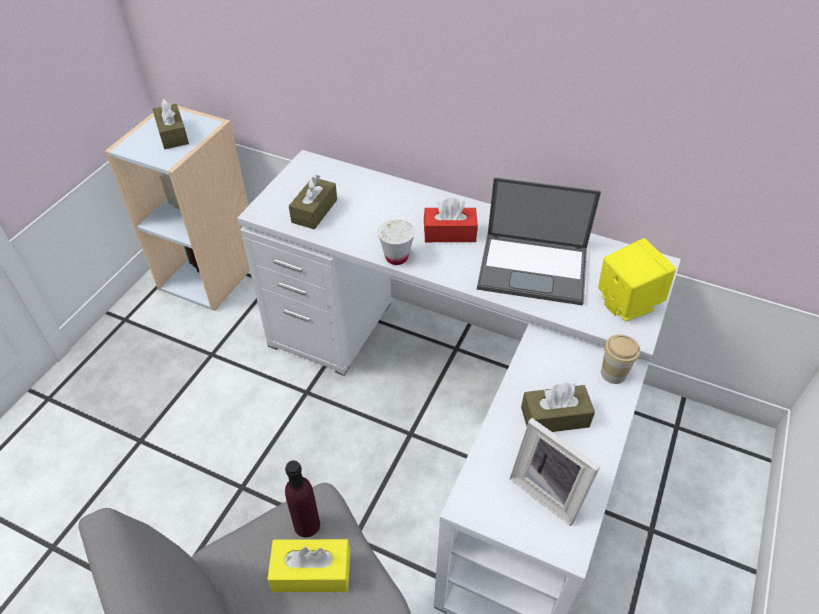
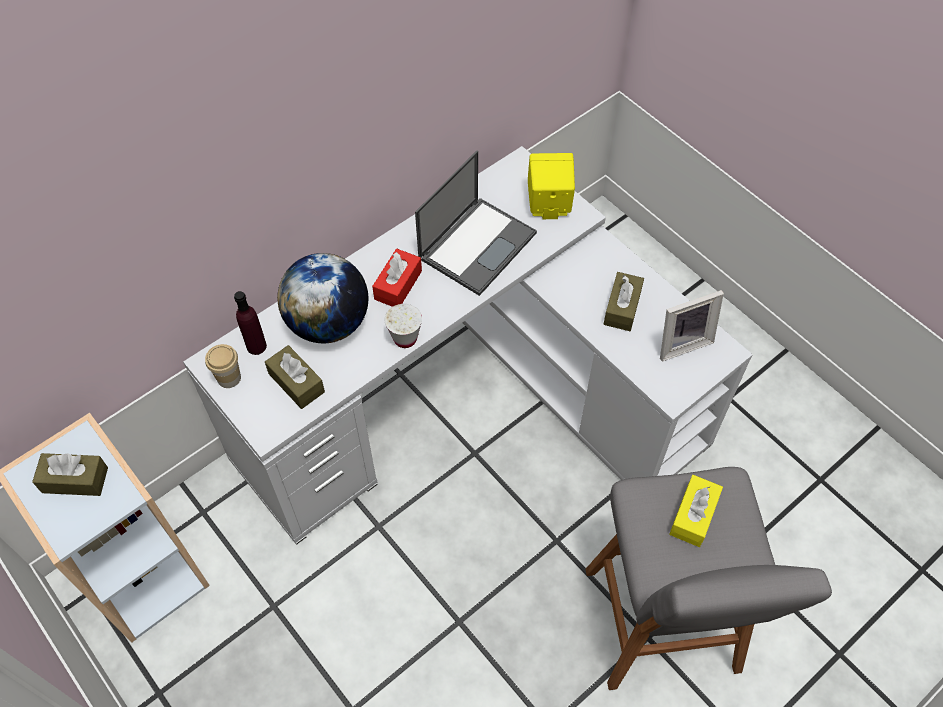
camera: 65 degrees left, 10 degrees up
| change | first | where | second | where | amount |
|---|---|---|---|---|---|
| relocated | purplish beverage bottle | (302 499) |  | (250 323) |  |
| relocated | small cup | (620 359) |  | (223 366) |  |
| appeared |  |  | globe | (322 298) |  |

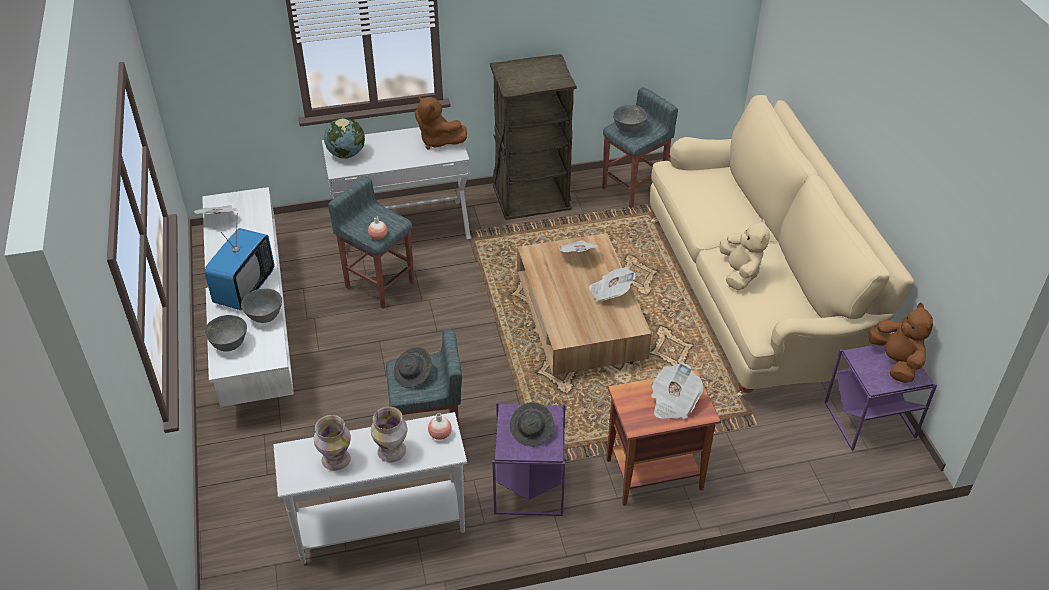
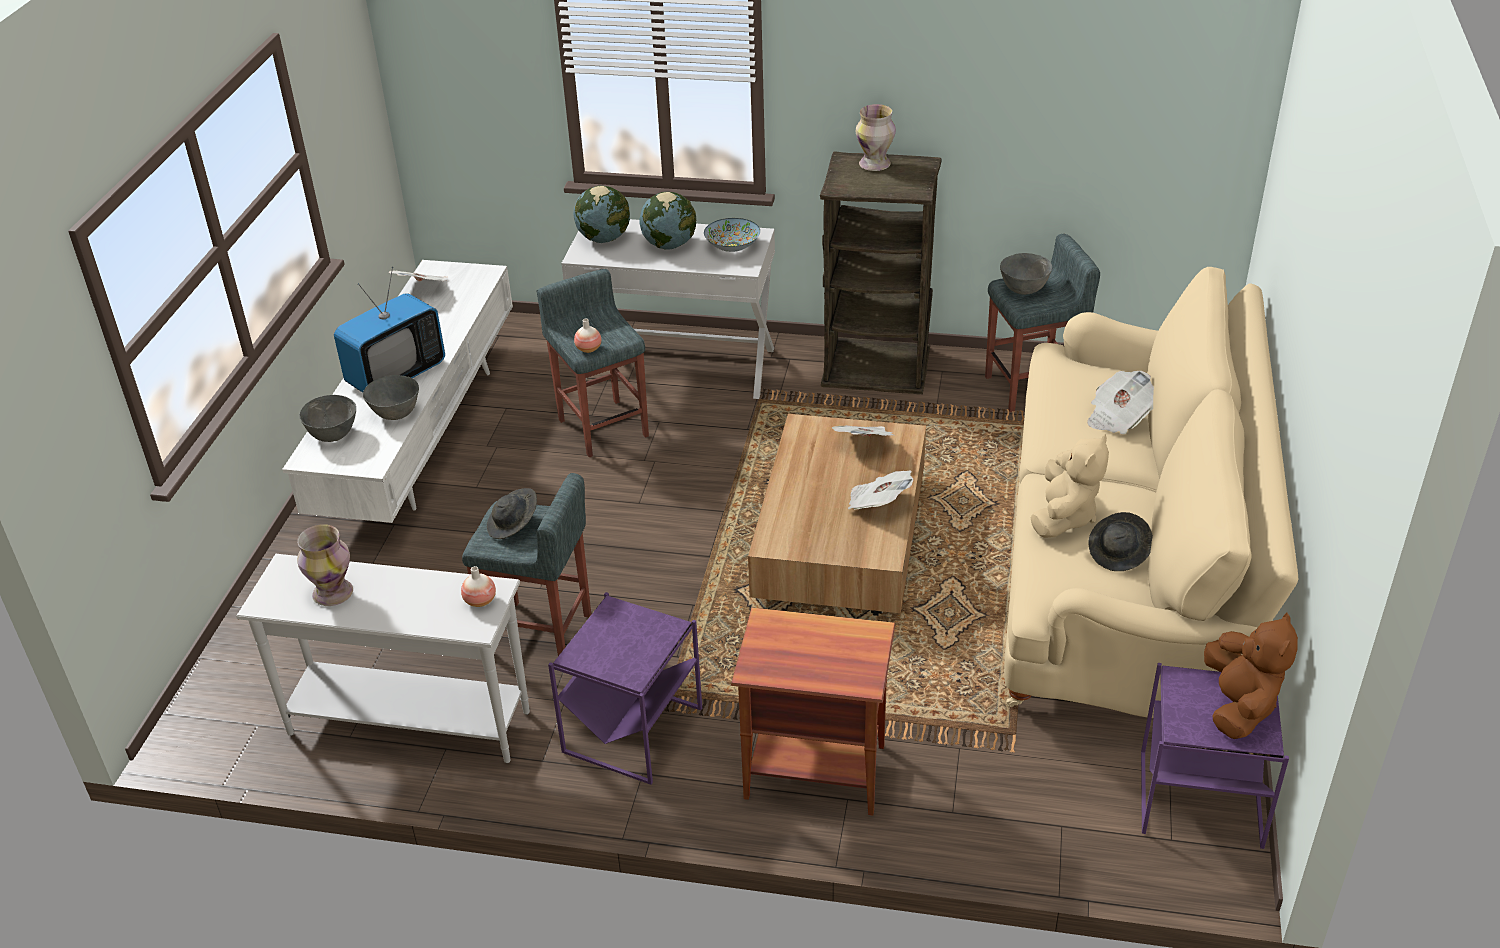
camera: 25 degrees right, 5 degrees down
| change | first | where | second | where | amount |
|---|---|---|---|---|---|
| relocated | vase | (389 434) |  | (876 137) |  |
| exchanged | brown soft toy | (441 122) | deep dish | (732 235) |  |
| relocated | greyish hat | (532 424) |  | (1120 541) |  |
| relocated | printed paper | (677 391) |  | (1120 402) |  |
| appeared |  |  | globe | (668 221) |  |

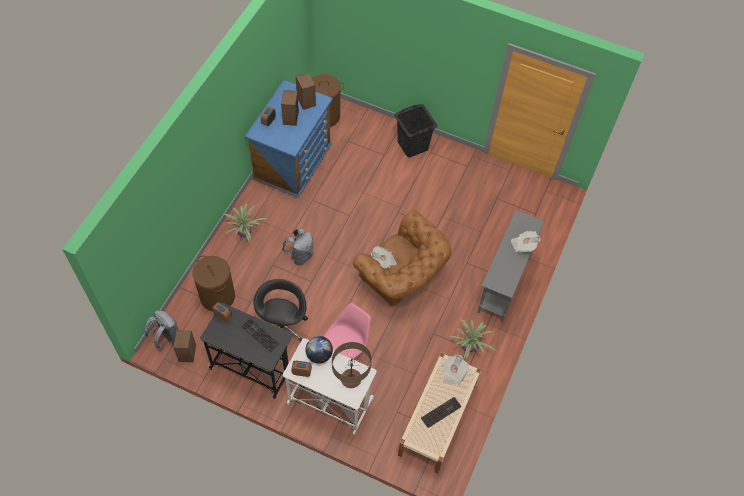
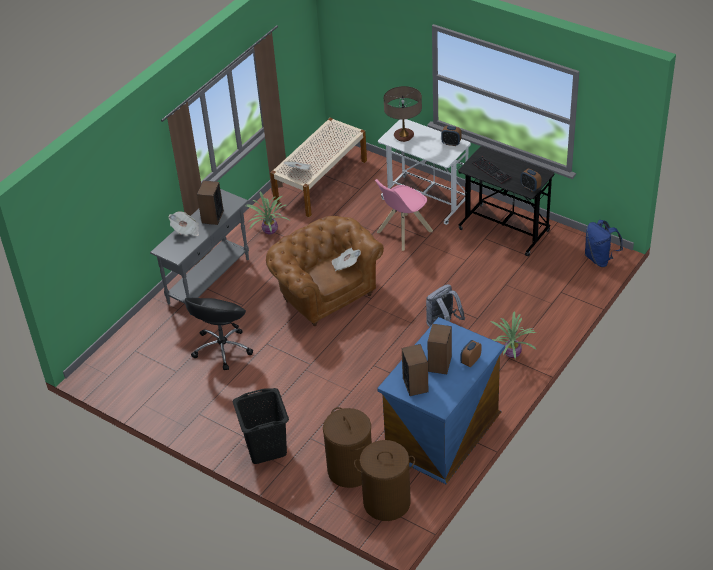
camera: 165 degrees left, 15 degrees down
| change | first | where | second | where | amount |
|---|---|---|---|---|---|
| colour | greyish rucksack | (161 330) | bluish rucksack | (604 243) |  |
| relocated | loudspeaker | (184 346) |  | (210 202) |  |
| relocated | brown laundry basket | (213 284) |  | (347 447) |  |
| relocated | black-coloured desk chair | (281 310) |  | (219 334) |  |
| missing | globe | (319 350) |  |  |  |
| missing | computer keyboard | (441 412) |  |  |  |

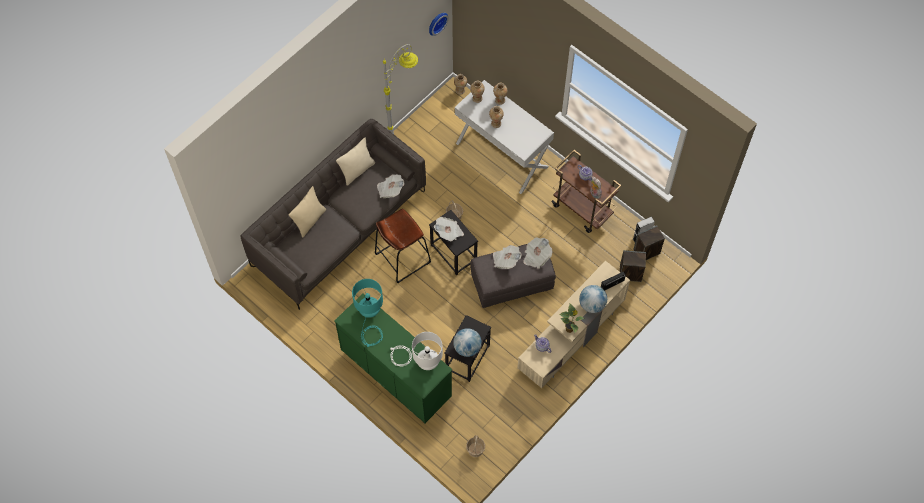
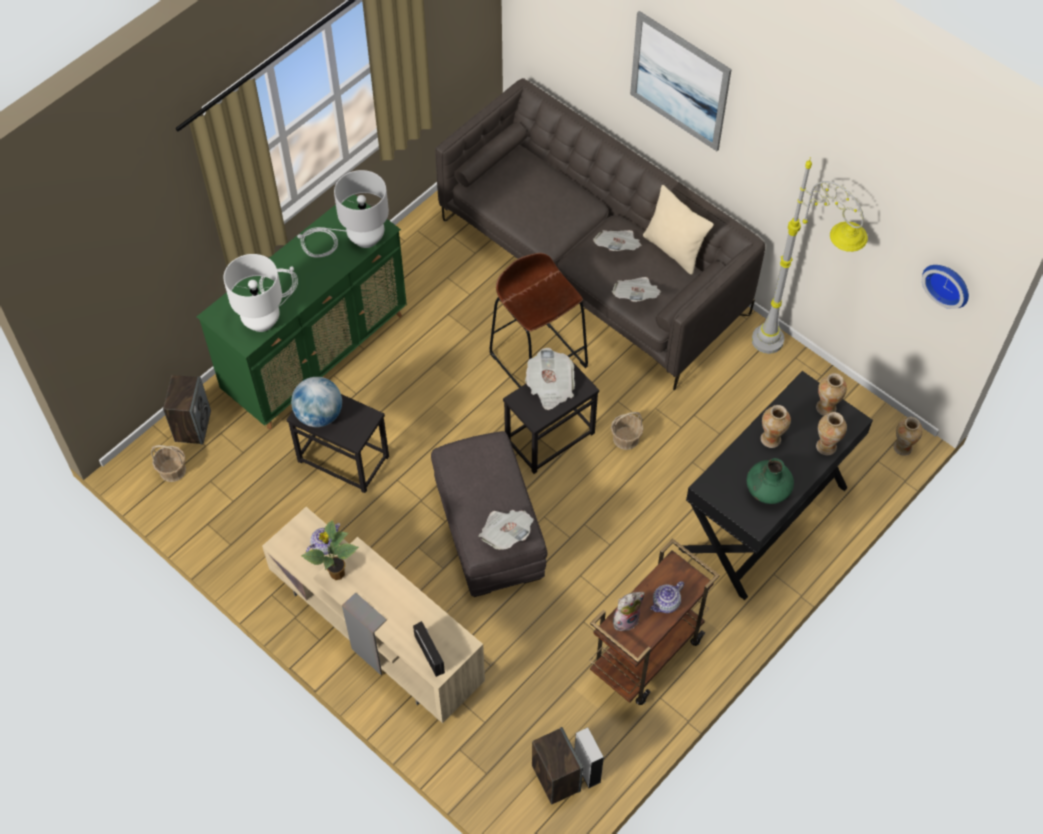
camera: 90 degrees right, 5 degrees down
| change | first | where | second | where | amount |
|---|---|---|---|---|---|
| missing | beige pillow | (307 212) |  |  |  |
| colour | blue-green tabletop lamp | (367 313) | whitish tabletop lamp | (343 214) |  |
| colour | whitish hall table | (504 137) | black-coloured hall table | (776 485) |  |
| relocated | printed paper | (507 257) |  | (617 240) |  |
| missing | globe | (593 299) |  |  |  |
| relocated | loudspeaker | (633 266) |  | (187 410) |  |
| appeared |  |  | wall art | (681 81) |  |
| appeared |  |  | green vase | (770 481) |  |

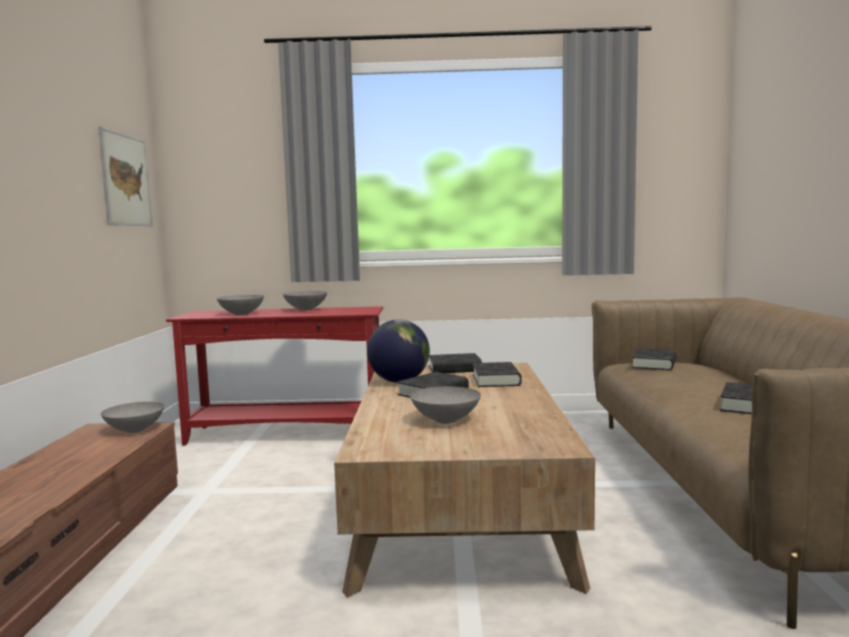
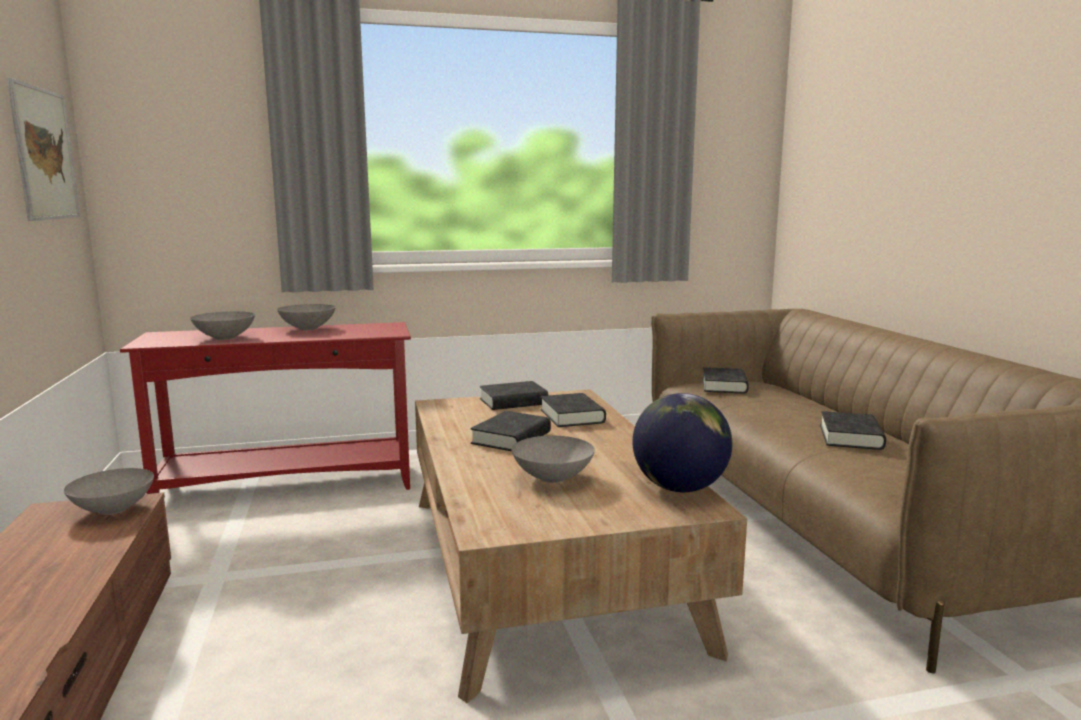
camera: 15 degrees left, 5 degrees up
| change | first | where | second | where | amount |
|---|---|---|---|---|---|
| relocated | globe | (398 351) |  | (682 442) |  |

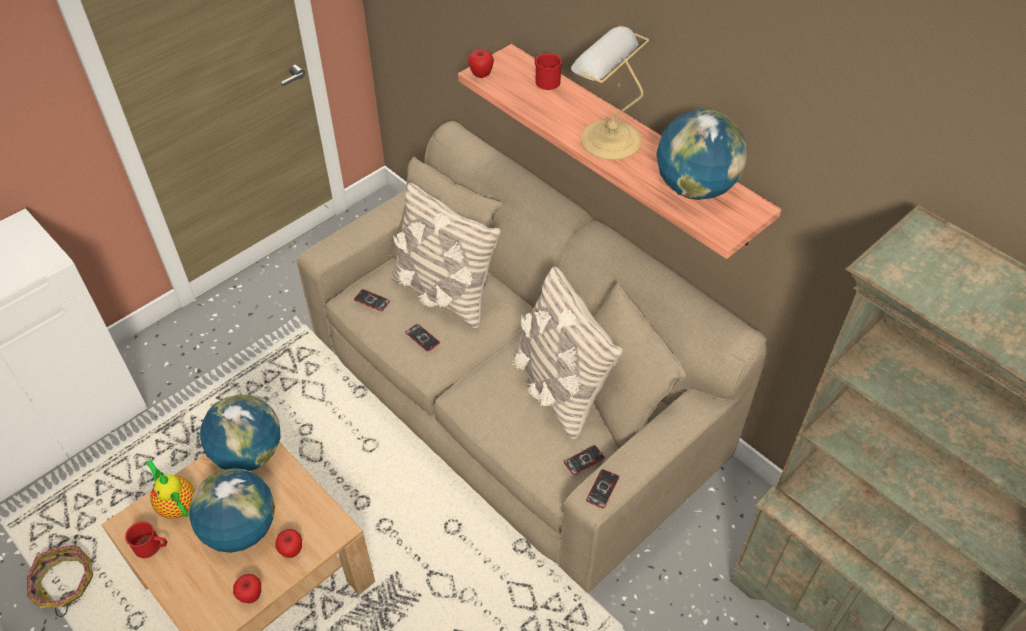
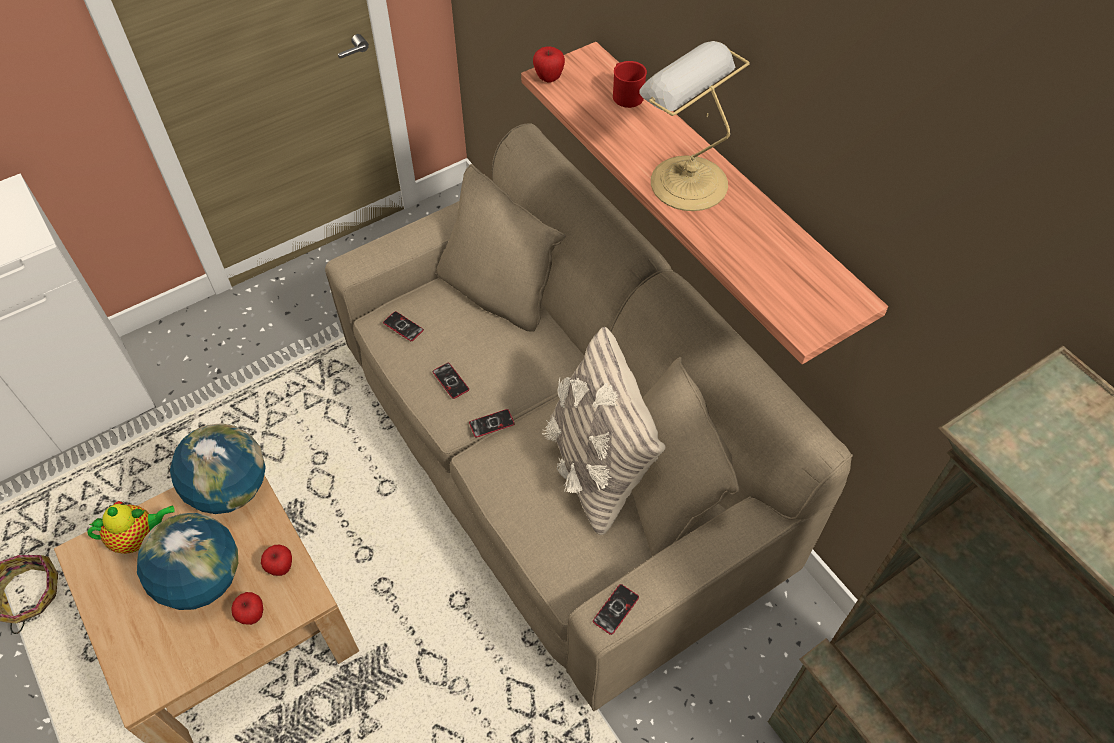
camera: 10 degrees right, 5 degrees up
| change | first | where | second | where | amount |
|---|---|---|---|---|---|
| missing | red-coloured mug | (146 539) |  |  |  |
| spun | tea pot | (170 489) |  | (131 527) | 105 degrees clockwise |
| relocated | whole apple | (247 588) |  | (276 560) |  |
| missing | beige pillow | (446 256) |  |  |  |
| relocated | handset | (584 460) |  | (492 423) |  |
| missing | globe | (701 154) |  |  |  |

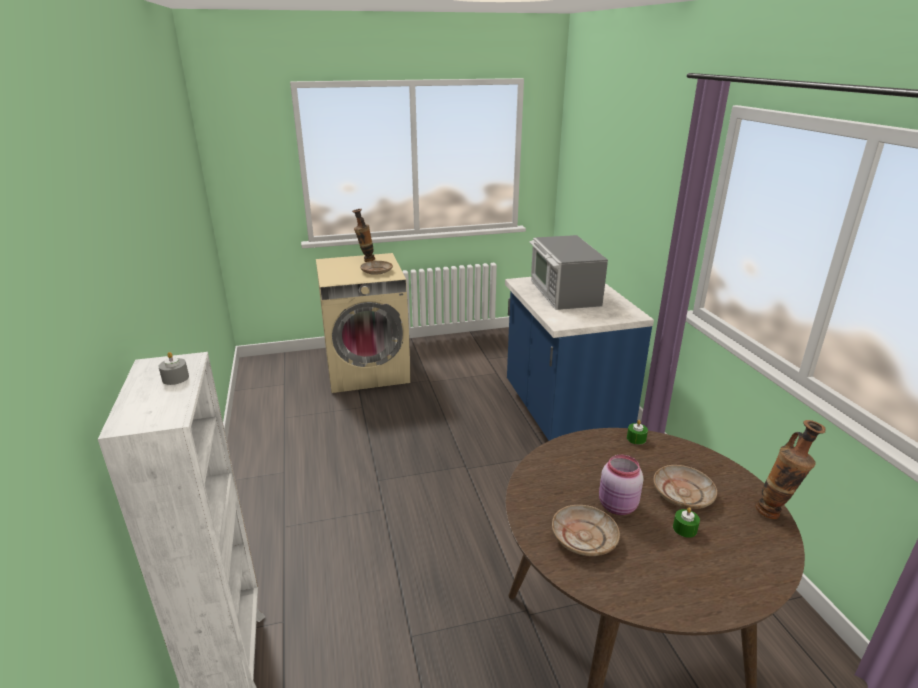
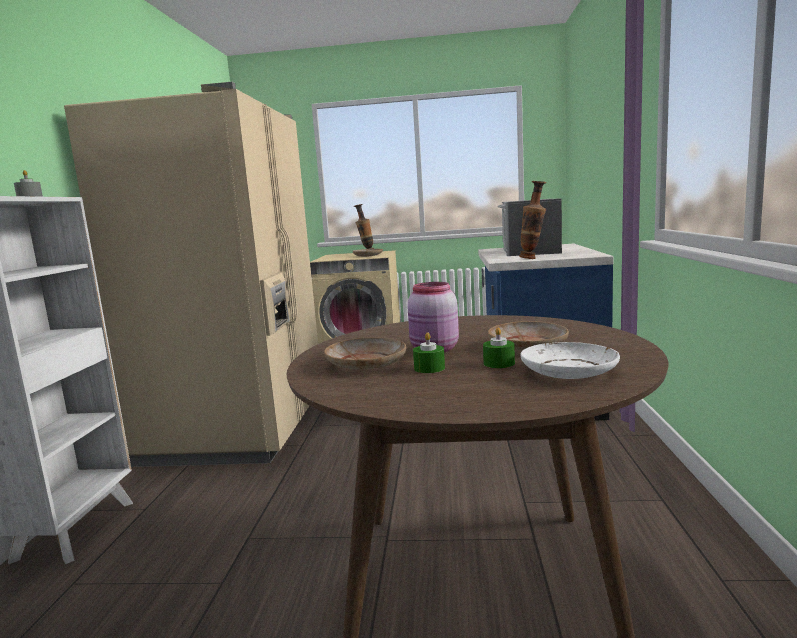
camera: 20 degrees right, 15 degrees down
| change | first | where | second | where | amount |
|---|---|---|---|---|---|
| relocated | green wax candle | (637 432) |  | (429 352) |  |
| relocated | vase | (790 469) |  | (533 220) |  |
| appeared |  |  | beige refrigerator | (191 274) |  |
| appeared |  |  | whitish plate | (570 360) |  |

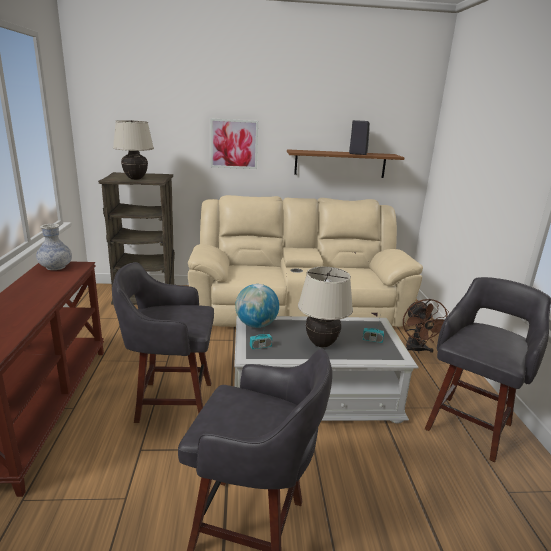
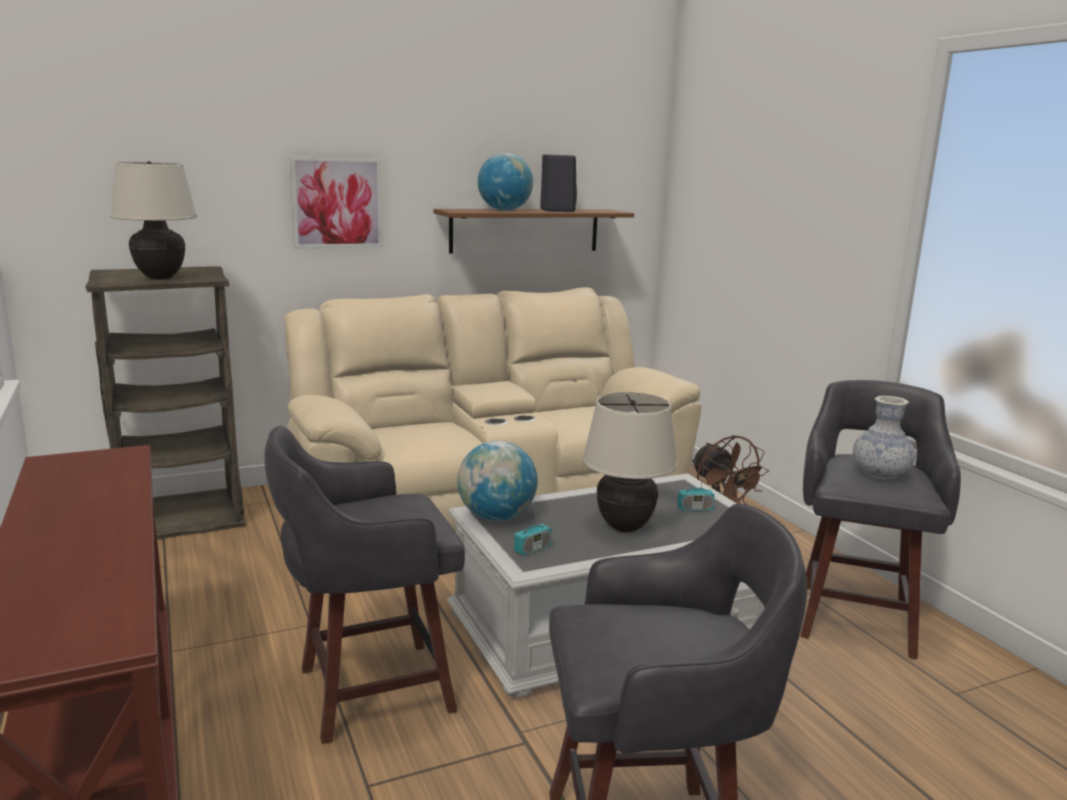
camera: 20 degrees left, 5 degrees down
| change | first | where | second | where | amount |
|---|---|---|---|---|---|
| relocated | vase | (54 247) |  | (884 438) |  |
| appeared |  |  | globe | (505 182) |  |

